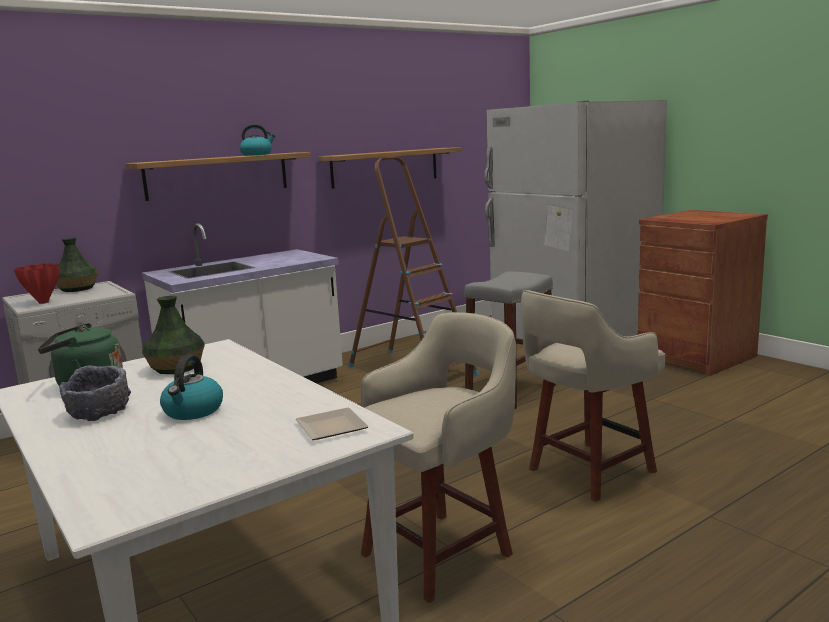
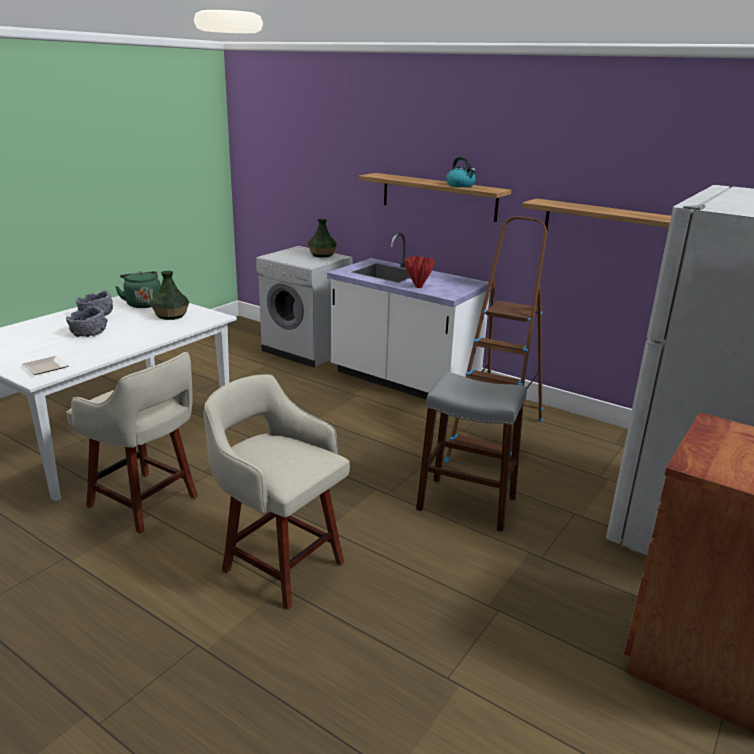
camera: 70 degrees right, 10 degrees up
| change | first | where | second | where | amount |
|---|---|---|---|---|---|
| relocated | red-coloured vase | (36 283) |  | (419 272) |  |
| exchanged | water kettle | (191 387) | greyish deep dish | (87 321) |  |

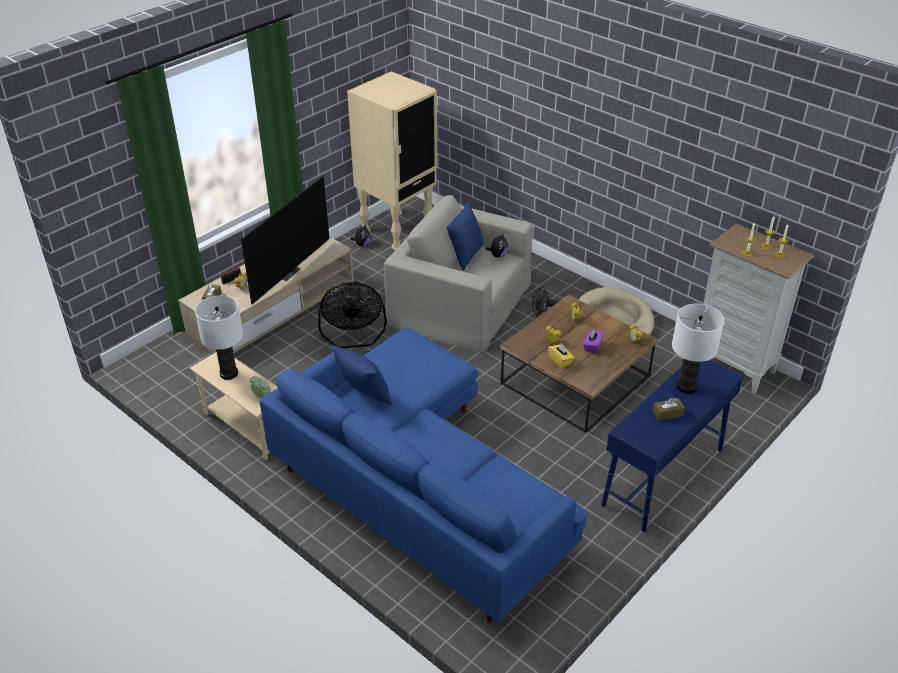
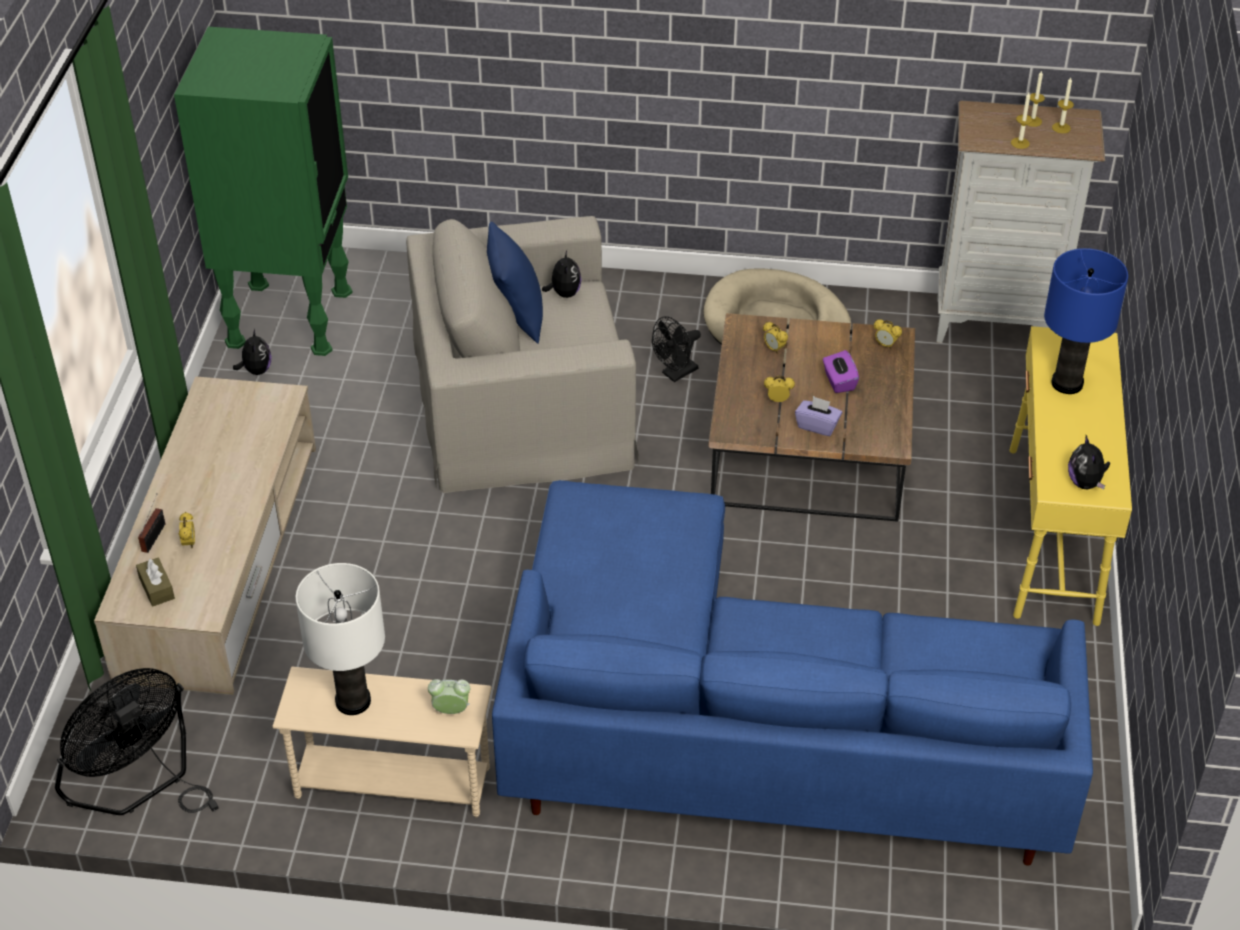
camera: 35 degrees left, 5 degrees up
| change | first | where | second | where | amount |
|---|---|---|---|---|---|
| missing | television | (285 240) |  |  |  |
| relocated | black-coloured electric fan | (352 318) |  | (137 741) |  |
| missing | bluish pillow | (362 375) |  |  |  |
| colour | beige storage cabinet | (392 160) | green storage cabinet | (263 191) |  |
| colour | yellow-coloured box of tissues | (561 355) | purplish box of tissues | (819 416) |  |
| colour | bluish hall table | (672 446) | yellow-coloured hall table | (1070 476) |  |
| missing | brown box of tissues | (669 409) |  |  |  |
| colour | whitish tabletop lamp | (698 349) | bluish tabletop lamp | (1086 321) |  |
| appeared |  |  | soft toy | (1089 462) |  |

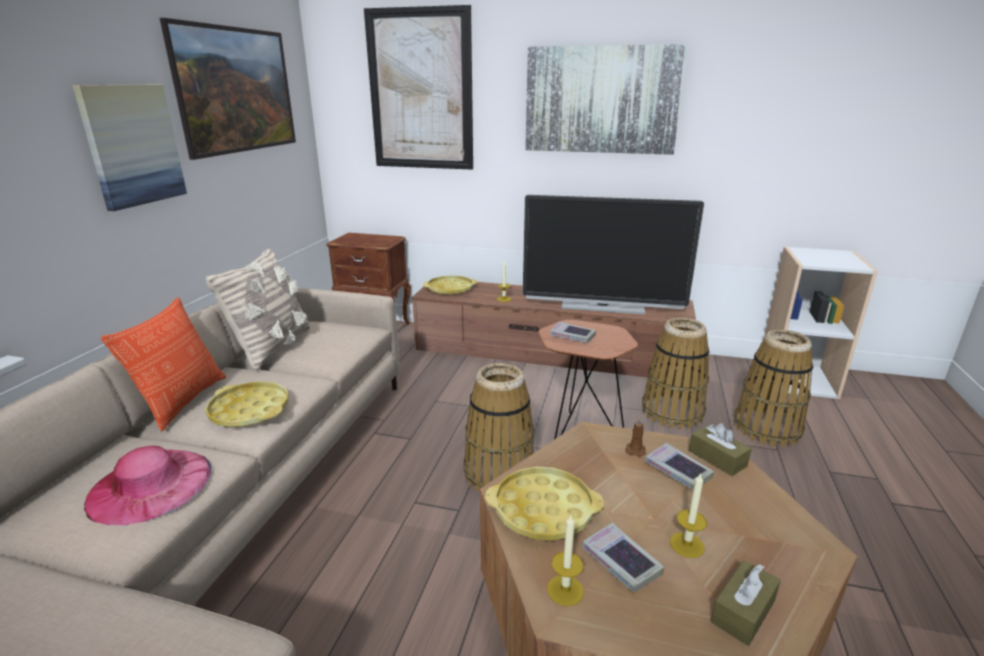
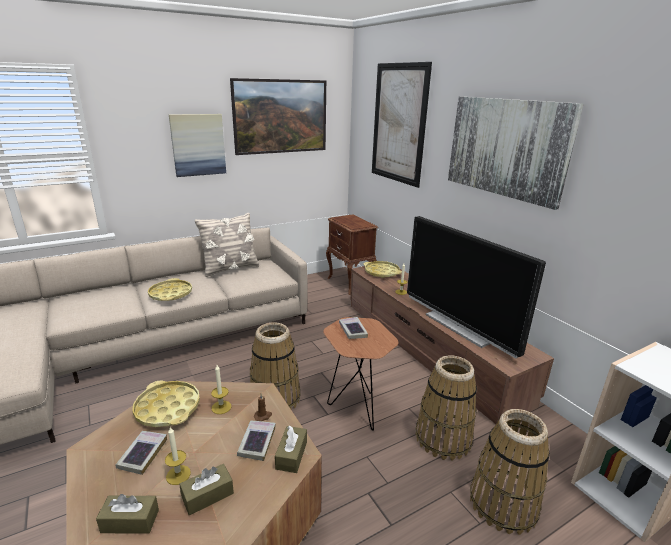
camera: 45 degrees right, 0 degrees up
| change | first | where | second | where | amount |
|---|---|---|---|---|---|
| missing | pink-coloured hat | (147 485) |  |  |  |
| missing | orange pillow | (163 364) |  |  |  |
| relocated | wax candle | (565 560) |  | (221 389) |  |
| appeared |  |  | brown box of tissues | (207 490) |  |

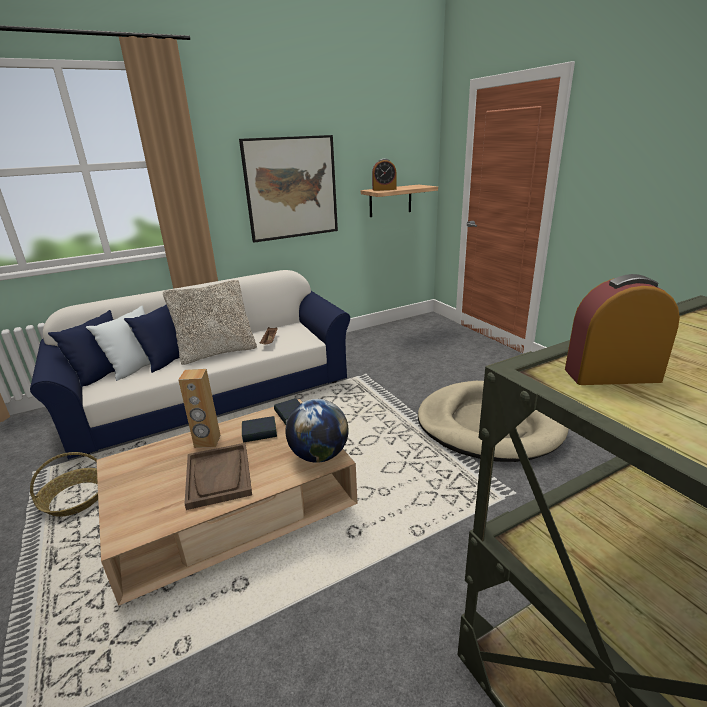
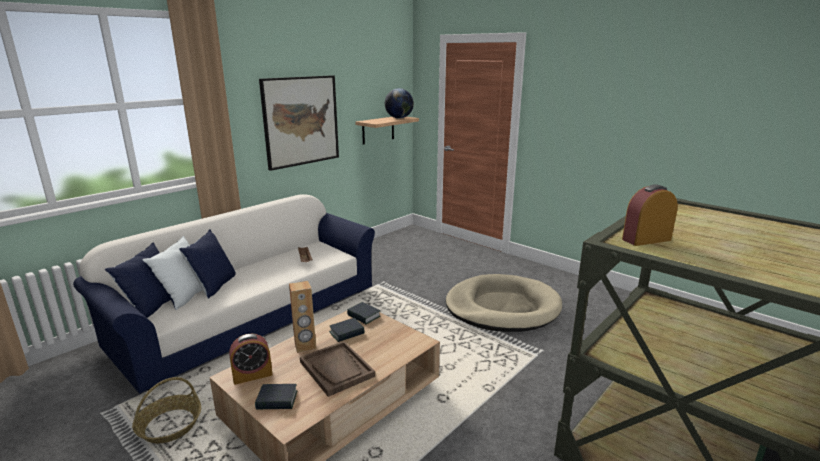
camera: 20 degrees left, 5 degrees down
| change | first | where | second | where | amount |
|---|---|---|---|---|---|
| missing | beige pillow | (210 322) |  |  |  |
| relocated | globe | (316 431) |  | (399 103) |  |
| relocated | alarm clock | (384 174) |  | (251 359) |  |
| appeared |  |  | bound book | (276 396) |  |

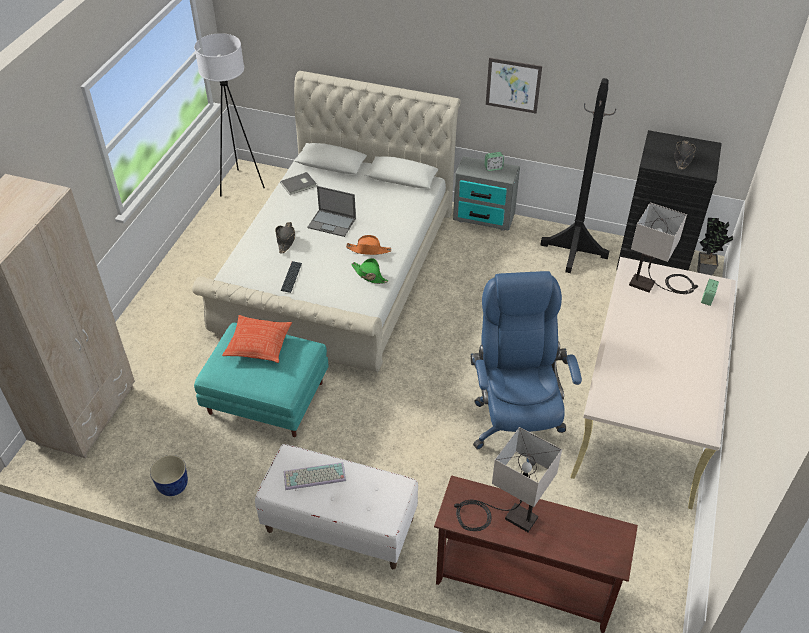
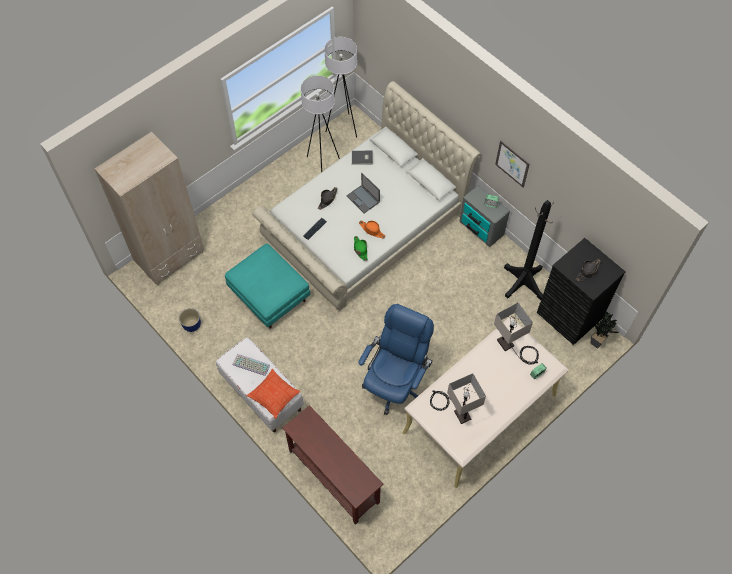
camera: 30 degrees right, 15 degrees up
| change | first | where | second | where | amount |
|---|---|---|---|---|---|
| relocated | orange pillow | (257 339) |  | (273 394) |  |
| relocated | tabletop lamp | (508 479) |  | (458 398) |  |
| appeared |  |  | whitish standard lamp | (320 123) |  |

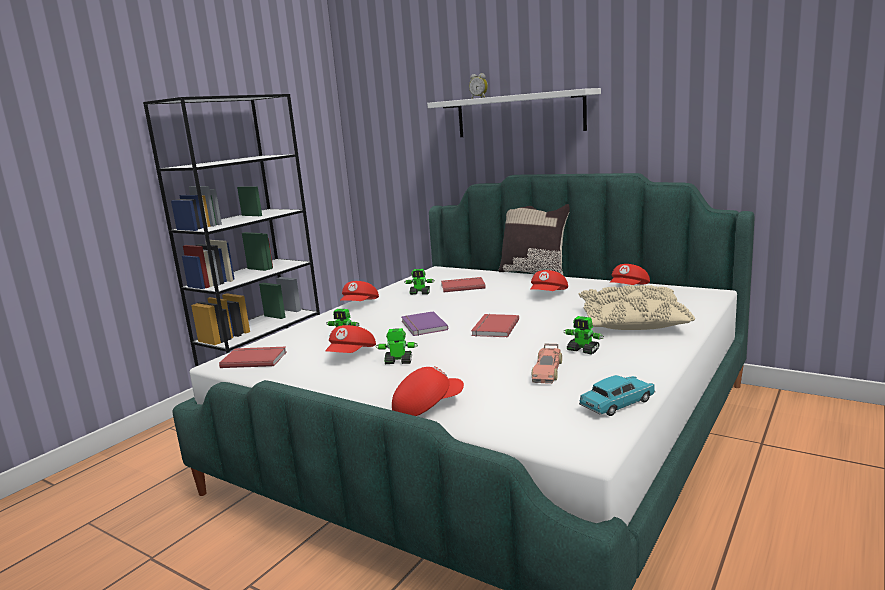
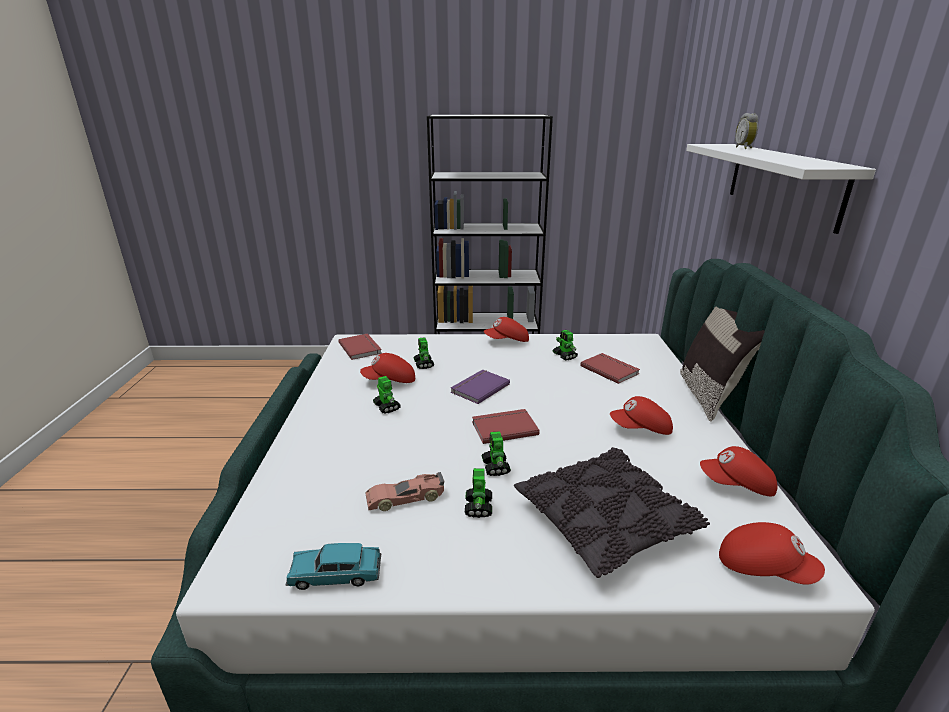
camera: 55 degrees right, 10 degrees up
| change | first | where | second | where | amount |
|---|---|---|---|---|---|
| relocated | red-coloured cap | (428 391) |  | (772 553) |  |
| colour | beige pillow | (636 307) | black-coloured pillow | (612 512) |  |
| spun | blue-green model car | (617 395) |  | (333 566) | 150 degrees clockwise |
| appeared |  |  | model robot | (496 453) |  |

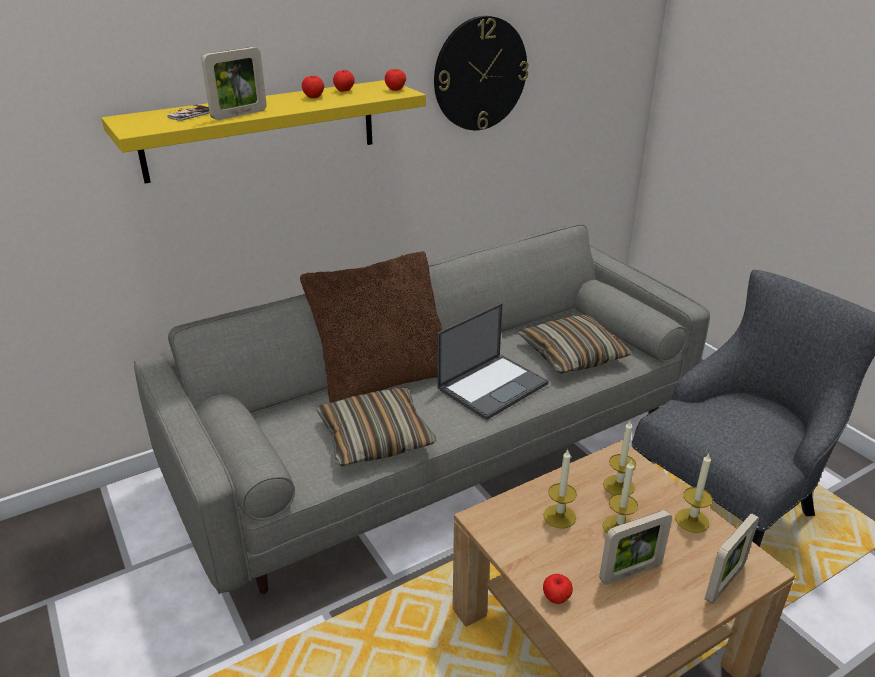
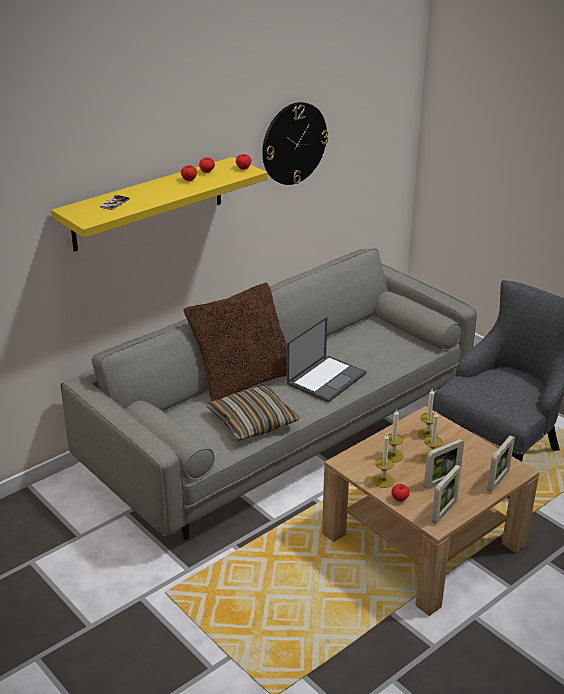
camera: 10 degrees left, 0 degrees up
| change | first | where | second | where | amount |
|---|---|---|---|---|---|
| relocated | picture frame | (234 83) |  | (446 494) |  |
| missing | pillow | (575 344) |  |  |  |
| relocated | wax candle | (694 493) |  | (383 461) |  |

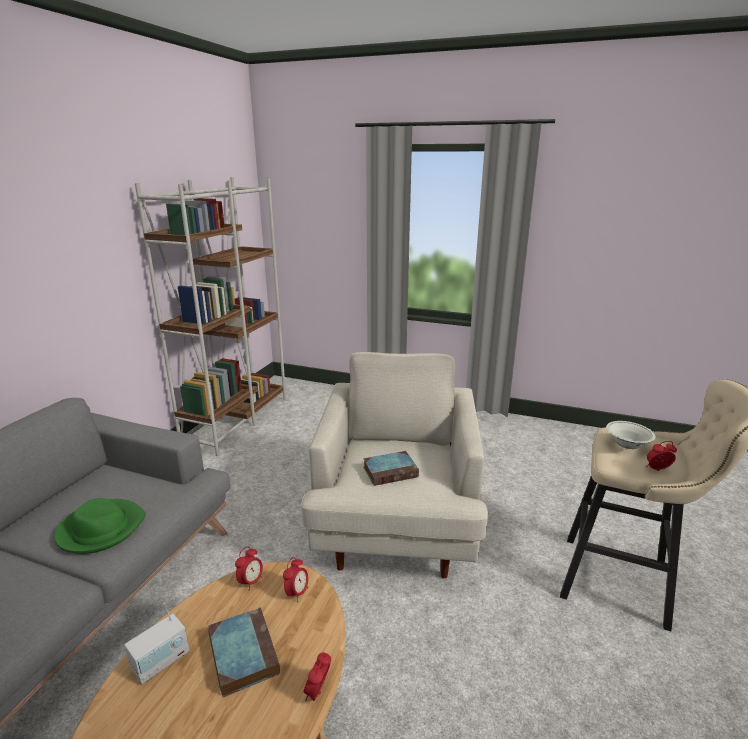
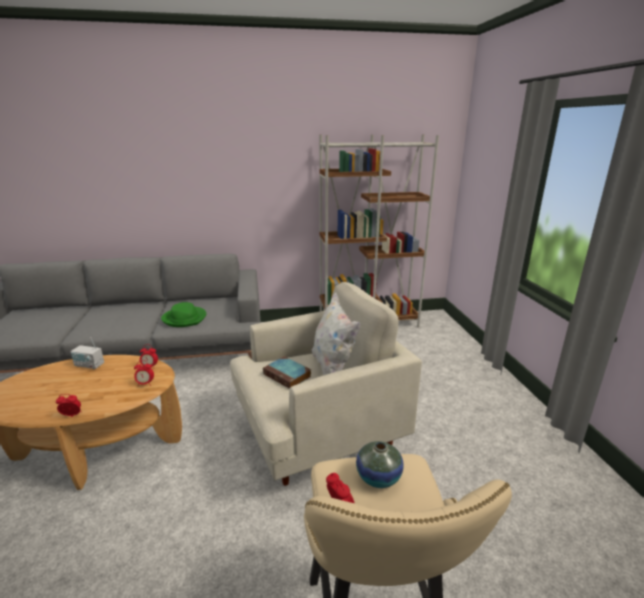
camera: 60 degrees right, 0 degrees up
| change | first | where | second | where | amount |
|---|---|---|---|---|---|
| missing | bound book | (244 652) |  |  |  |
| exchanged | whitish deep dish | (631 435) | vase | (380 464) |  |
| appeared |  |  | whitish pillow | (336 333) |  |

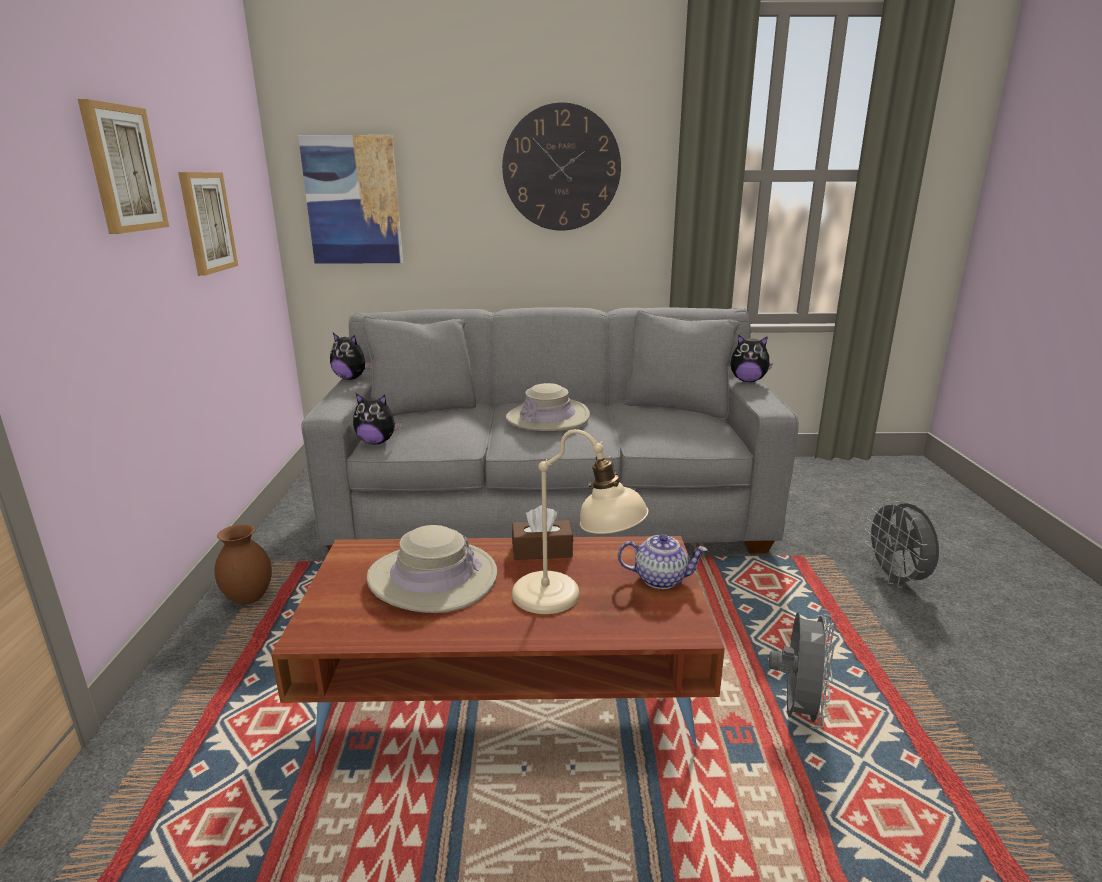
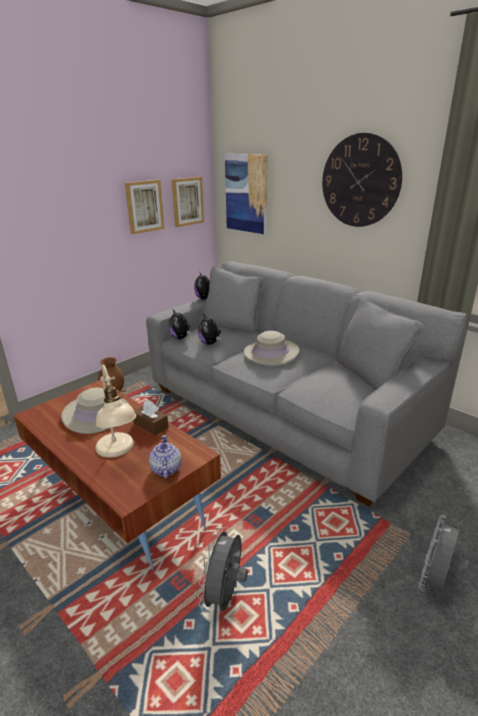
camera: 45 degrees right, 5 degrees up
| change | first | where | second | where | amount |
|---|---|---|---|---|---|
| relocated | wall art | (123 166) |  | (187 202) |  |
| spun | tea pot | (662 561) |  | (165 457) | 150 degrees counterclockwise |
| relocated | soft toy | (751 358) |  | (209 329) |  |
| spun | greyish electric fan | (801 669) |  | (223 570) | 135 degrees clockwise |

